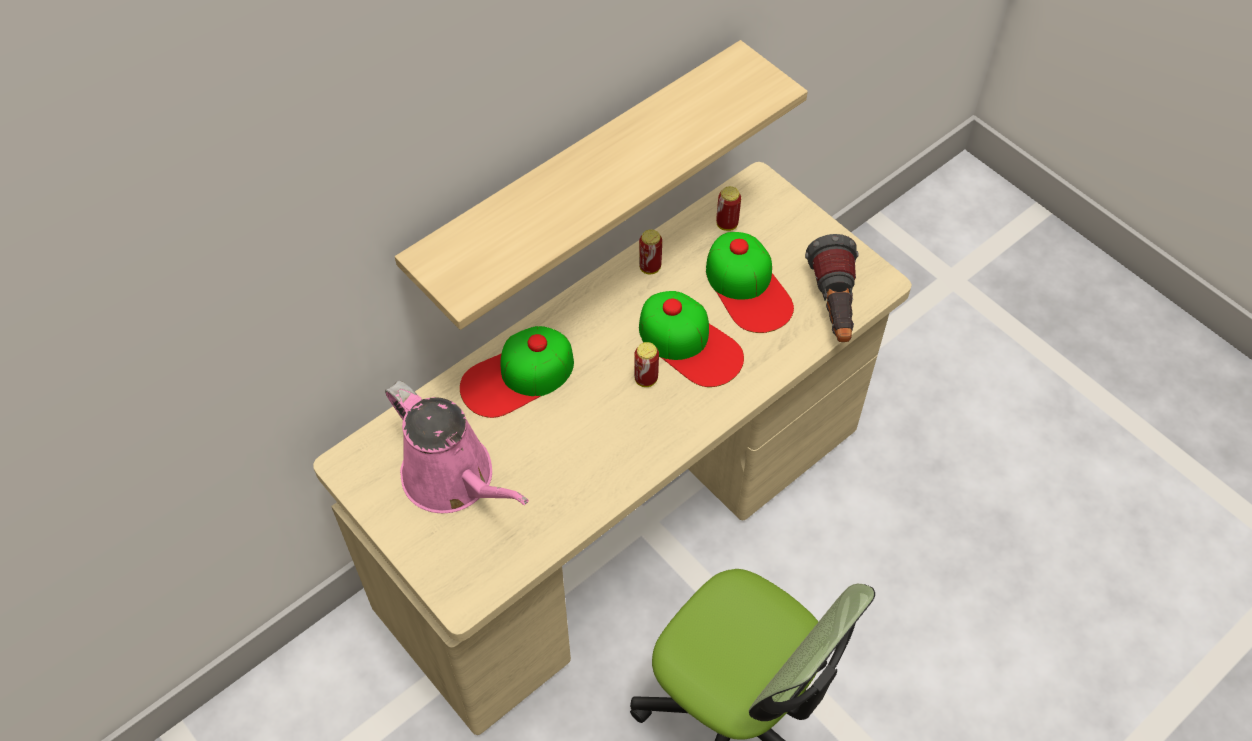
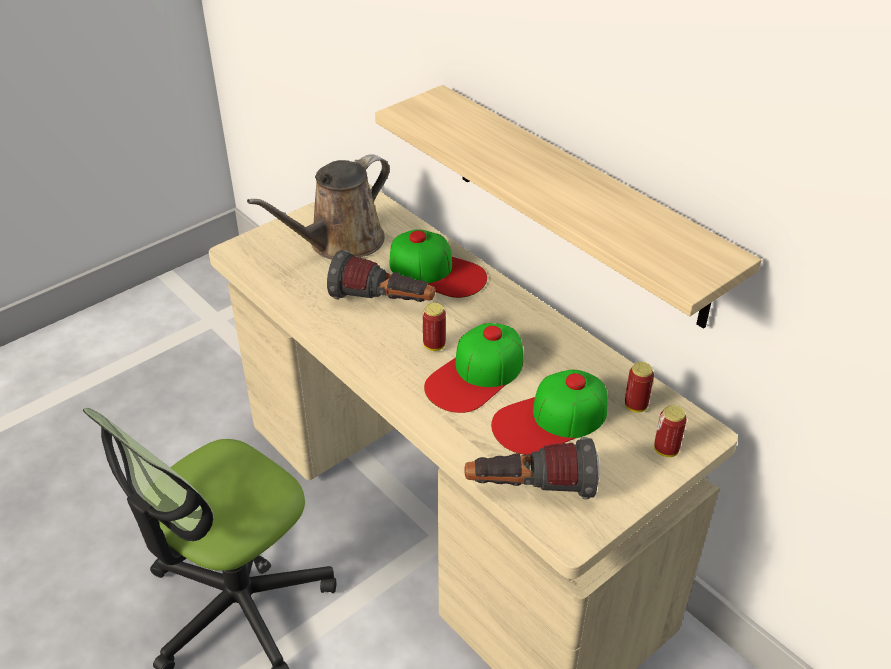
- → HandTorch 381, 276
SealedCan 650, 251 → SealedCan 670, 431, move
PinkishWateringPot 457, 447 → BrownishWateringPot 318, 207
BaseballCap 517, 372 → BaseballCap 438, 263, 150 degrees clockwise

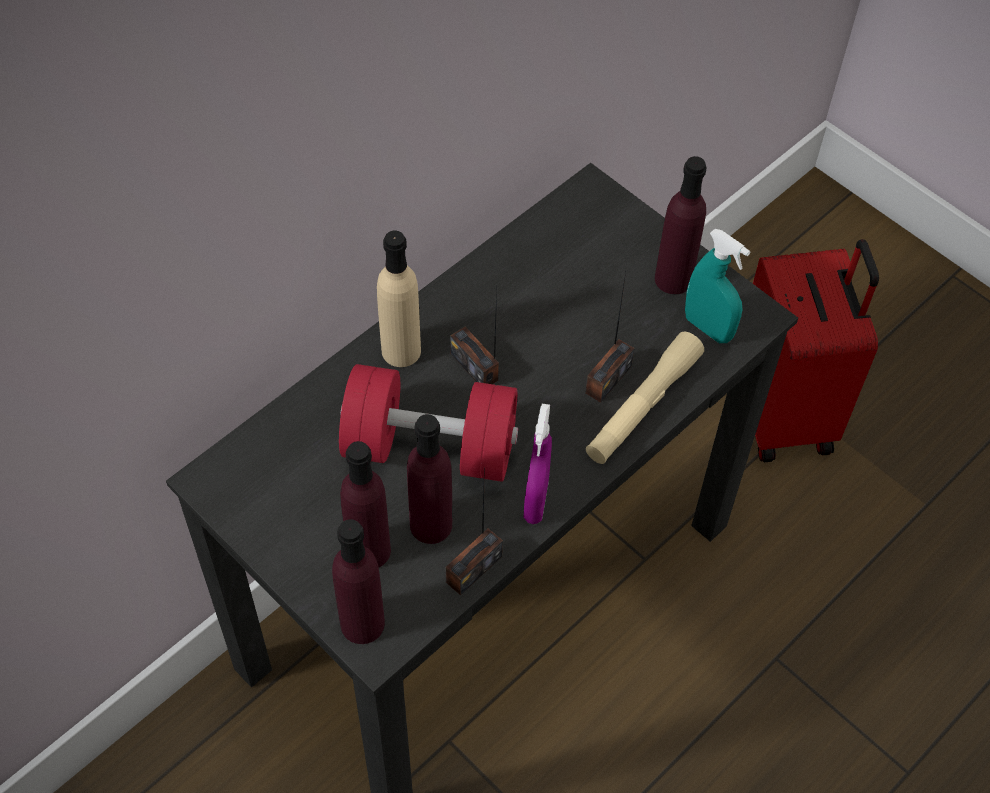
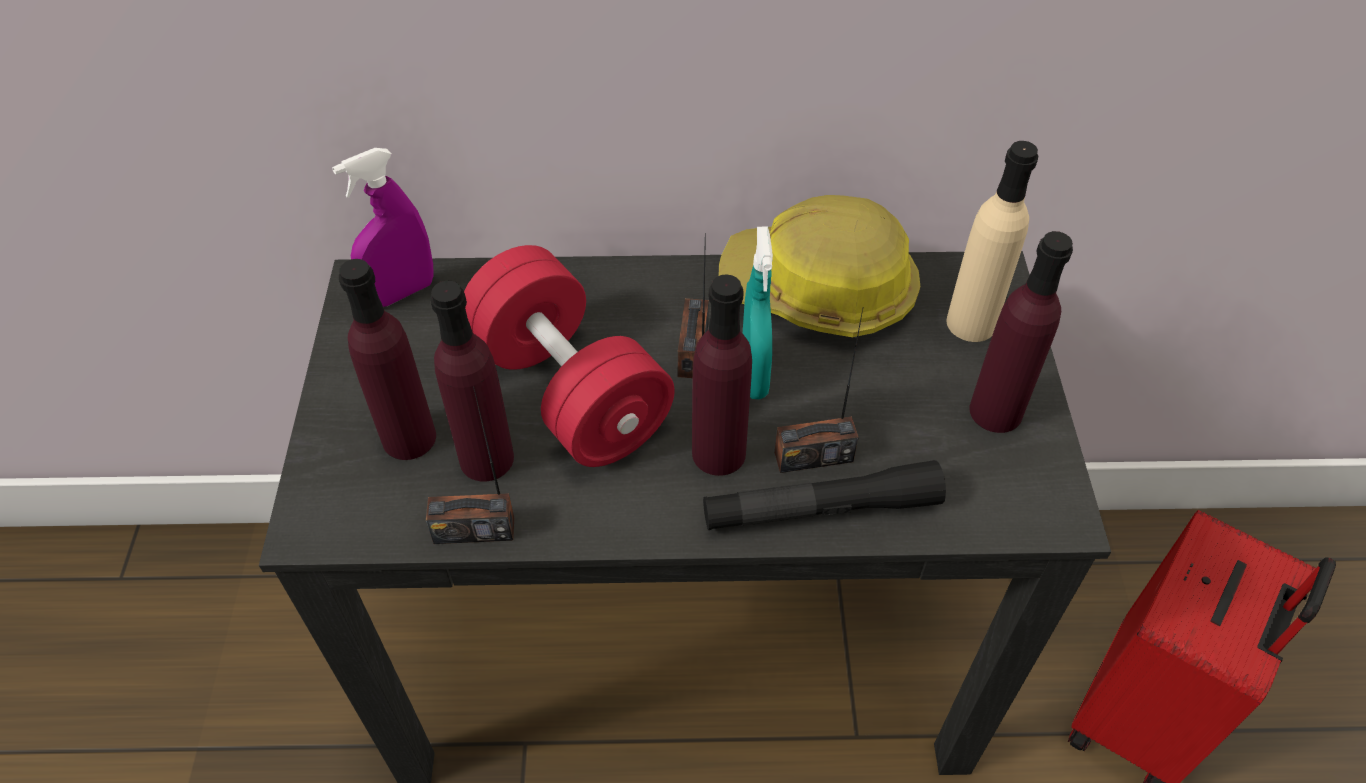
- → WorkHelmet 819, 266
PurpleDrinkBottle 358, 581 → PurpleDrinkBottle 722, 375, move
BeigeDrinkBottle 399, 299 → BeigeDrinkBottle 992, 241, move
PurpleHandSprayer 537, 464 → PurpleHandSprayer 383, 227, move
BlueGreenHandSprayer 718, 286 → BlueGreenHandSprayer 758, 312, move
BeigeHandTorch 645, 398 → BlackishHandTorch 824, 495

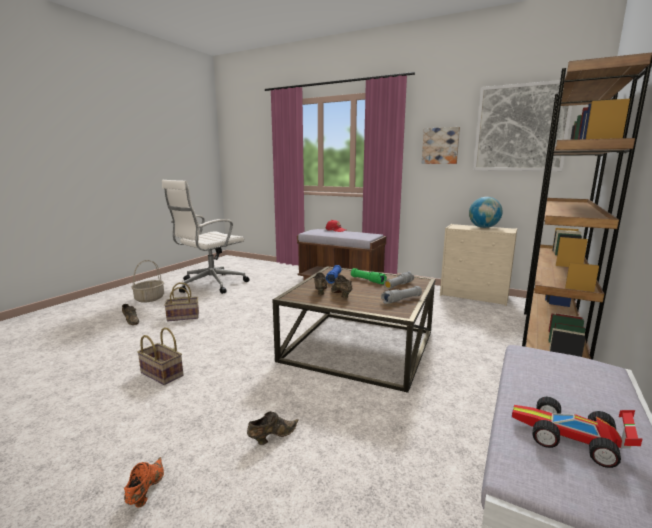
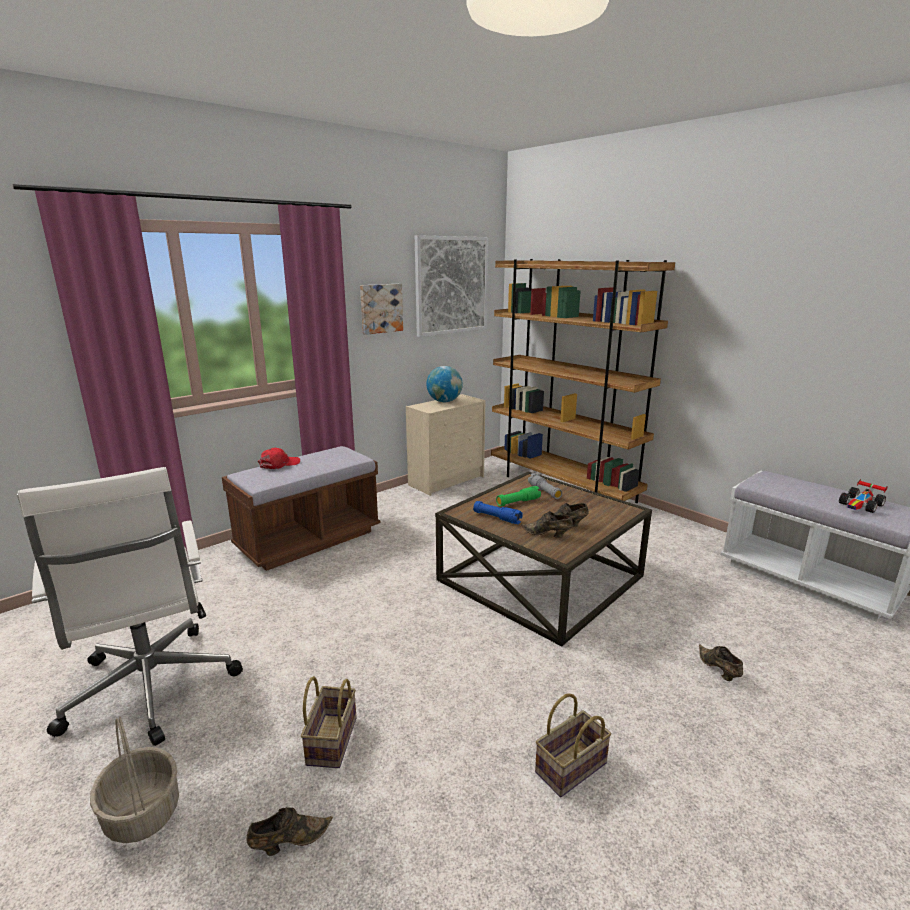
OrangeColouredShoe 144, 482 → -
GreyHandTorch 401, 295 → -

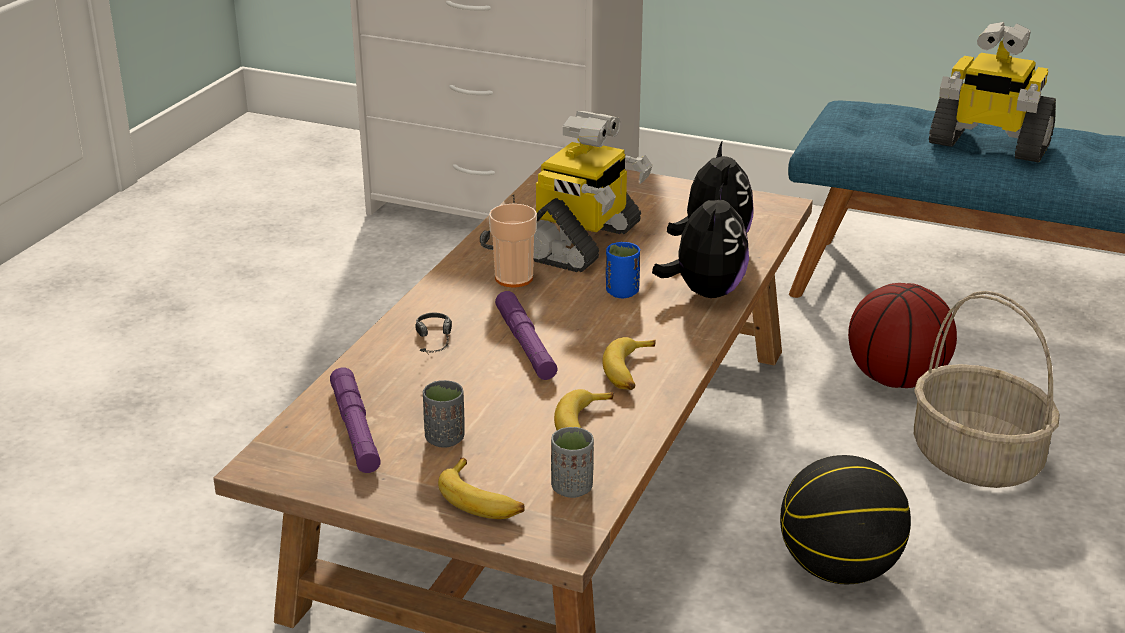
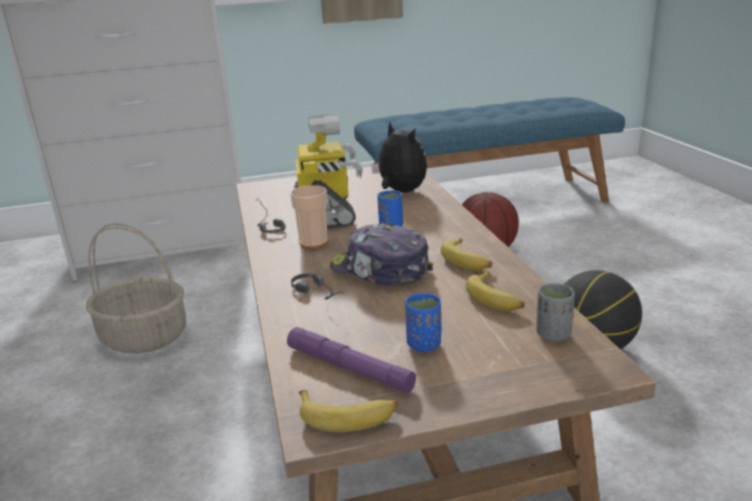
CuddlyToy 700, 240 → -
ToyRobot 992, 92 → -
BananaFruit 481, 488 → BananaFruit 348, 411, move
StorageBasket 987, 389 → StorageBasket 136, 288, move
PurpleHandTorch 526, 335 → BaseballCap 381, 254
GreyCup 443, 414 → BluishCup 423, 322

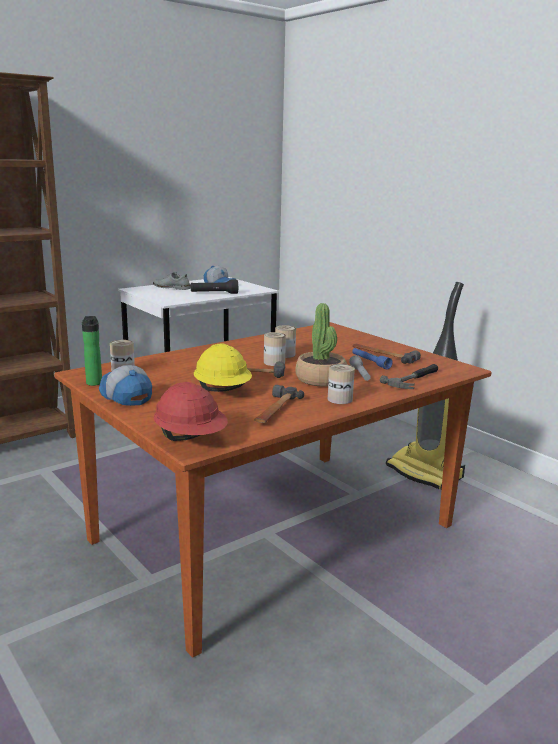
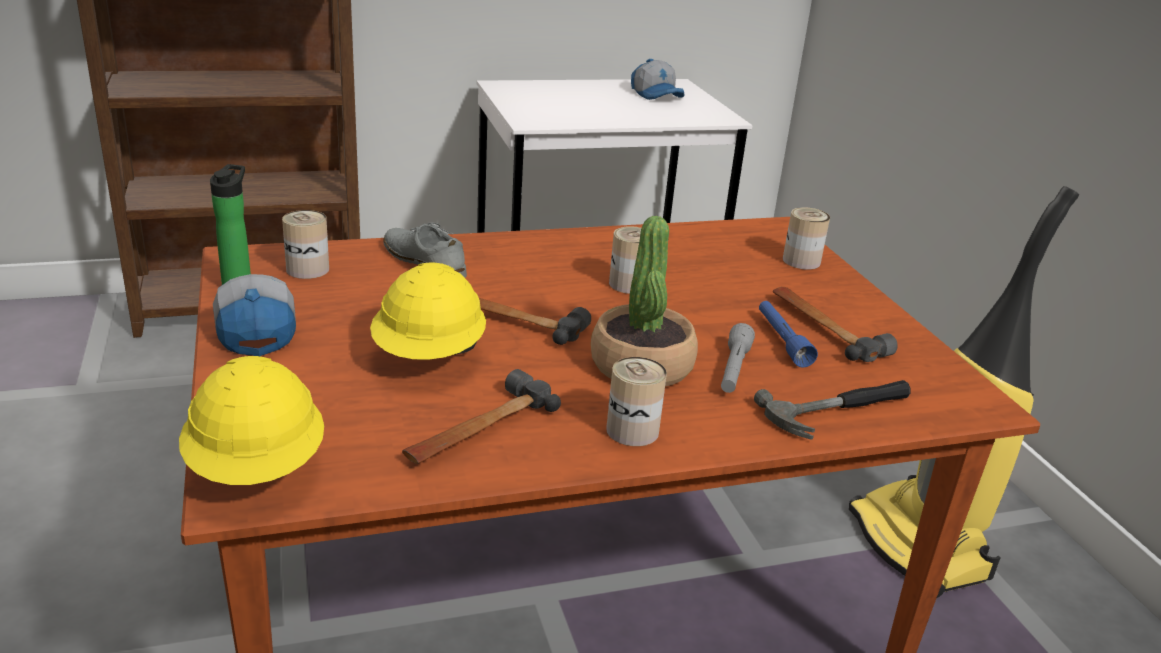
BlackishHandTorch 214, 287 → -
GreyShoe 172, 281 → GreyShoe 425, 250, move
SealedCan 275, 349 → SealedCan 806, 238, move
ReddishWorkHelmet 191, 411 → YellowWorkHelmet 251, 420

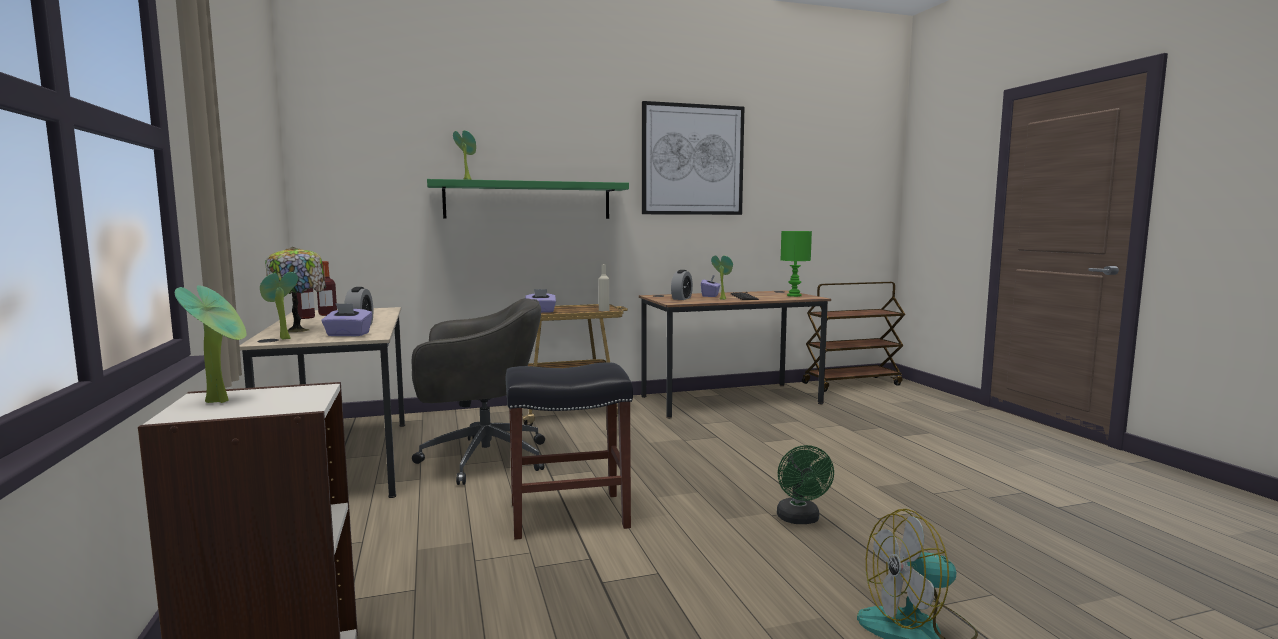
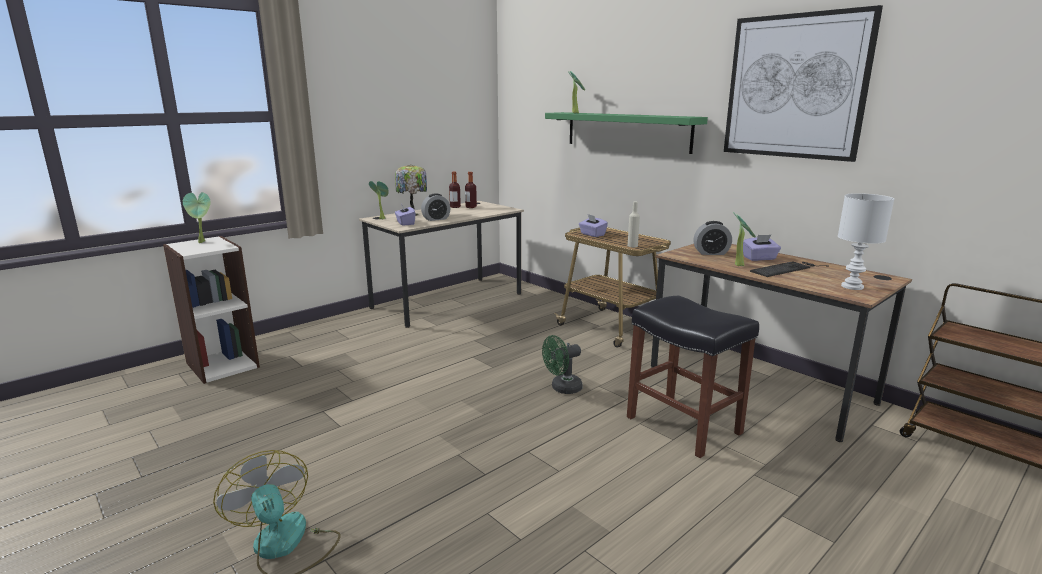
GreyComputerChair 478, 391 → -
BlackishStool 569, 451 → BlackishStool 693, 377, move
GreenColouredElectricFan 805, 484 → GreenColouredElectricFan 562, 364, move
GreenColouredTableLamp 796, 264 → WhiteColouredTableLamp 866, 241

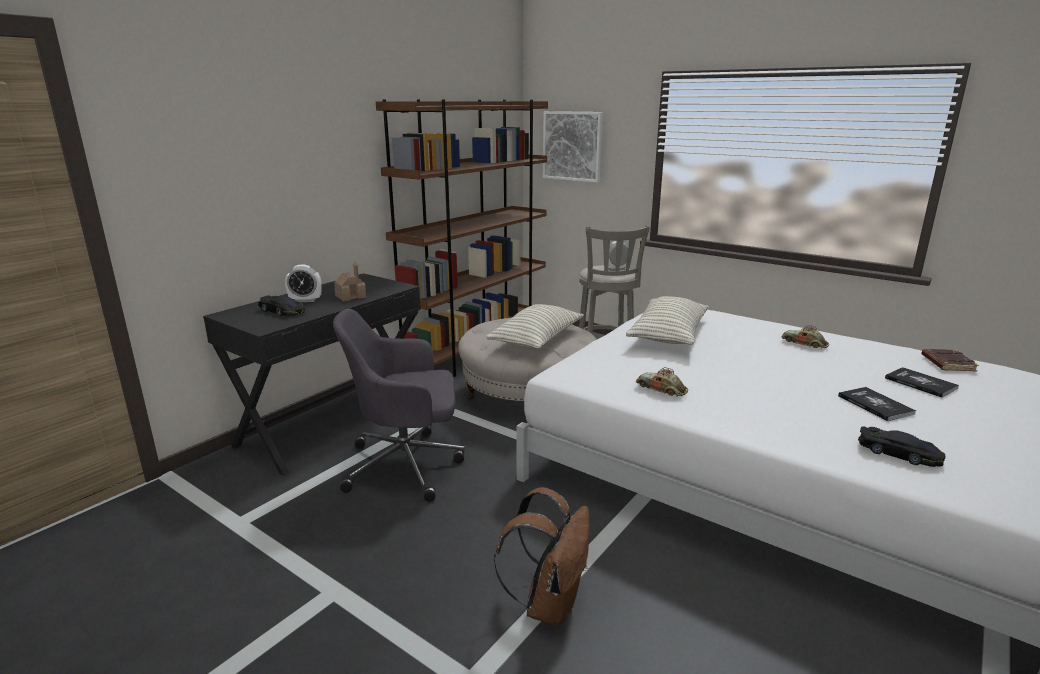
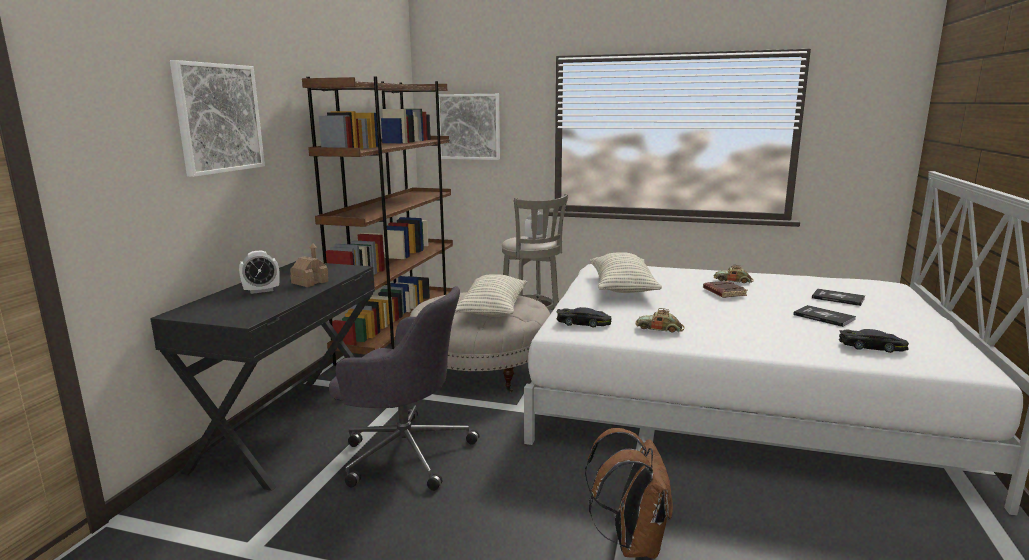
- → WallArt 217, 118
BlackishModelCar 281, 306 → BlackishModelCar 584, 317, move
BrownishBook 950, 360 → BrownishBook 725, 289, move
GreyComputerChair 399, 405 → GreyComputerChair 404, 388, 135 degrees counterclockwise

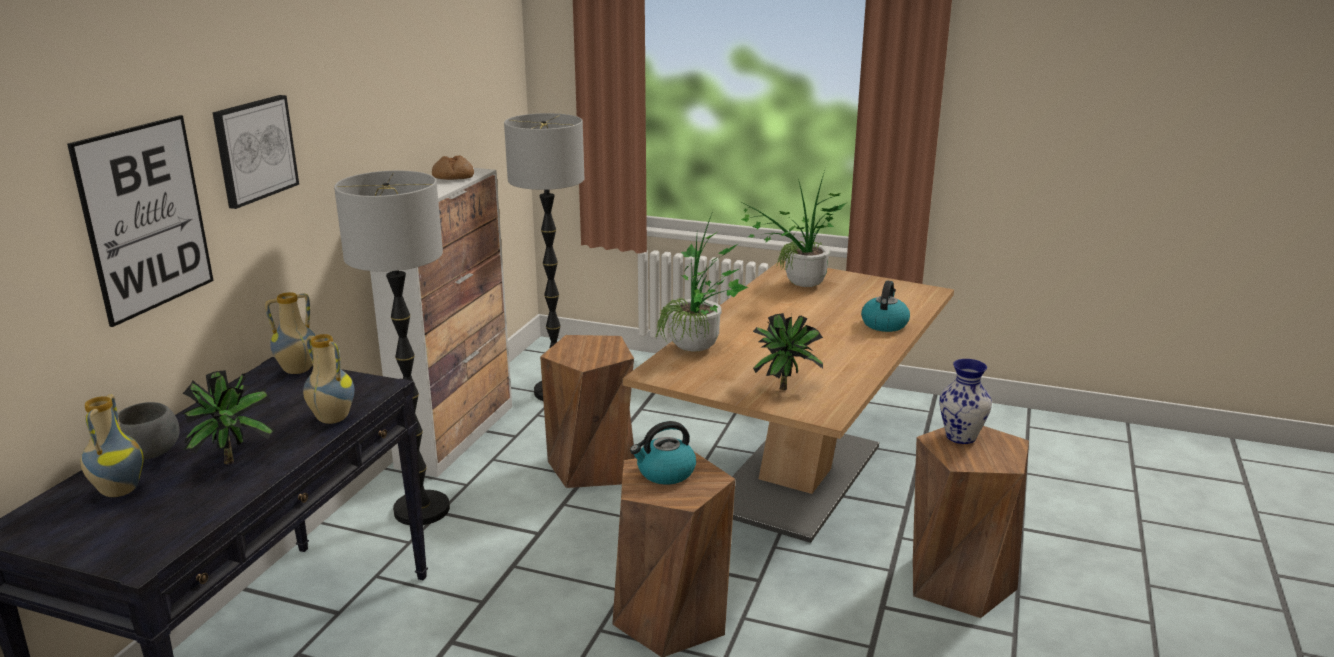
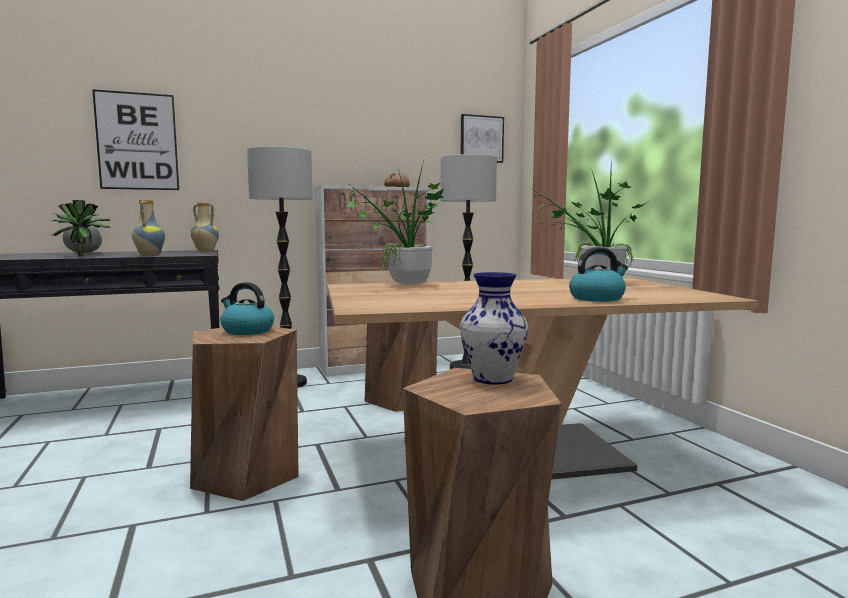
DecorativeVase 112, 445 → -
PottedPlant 788, 351 → -
WallArt 255, 152 → WallArt 482, 138, move

